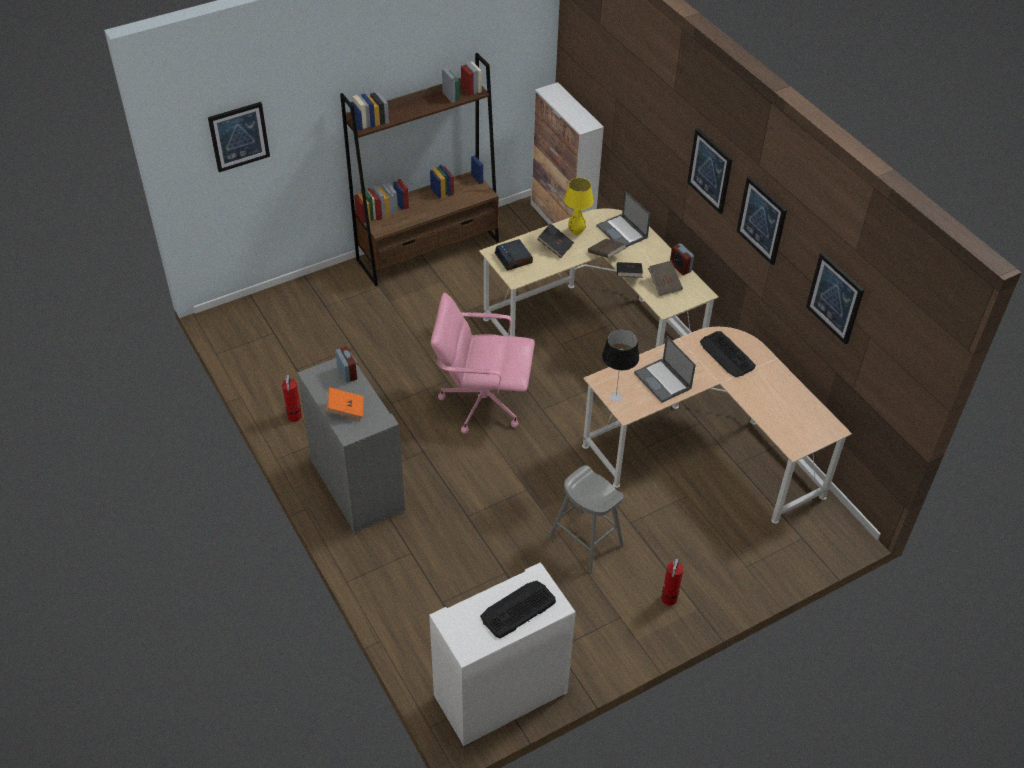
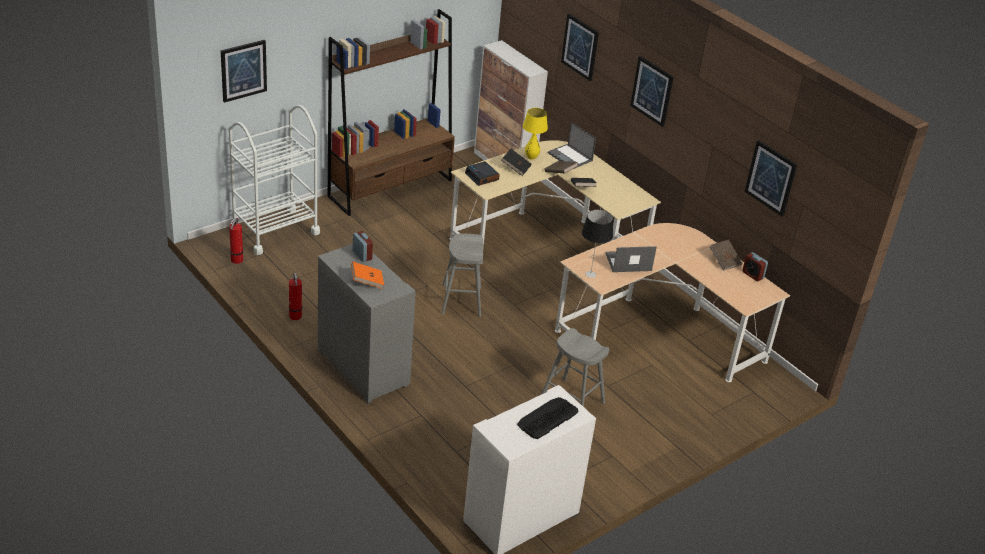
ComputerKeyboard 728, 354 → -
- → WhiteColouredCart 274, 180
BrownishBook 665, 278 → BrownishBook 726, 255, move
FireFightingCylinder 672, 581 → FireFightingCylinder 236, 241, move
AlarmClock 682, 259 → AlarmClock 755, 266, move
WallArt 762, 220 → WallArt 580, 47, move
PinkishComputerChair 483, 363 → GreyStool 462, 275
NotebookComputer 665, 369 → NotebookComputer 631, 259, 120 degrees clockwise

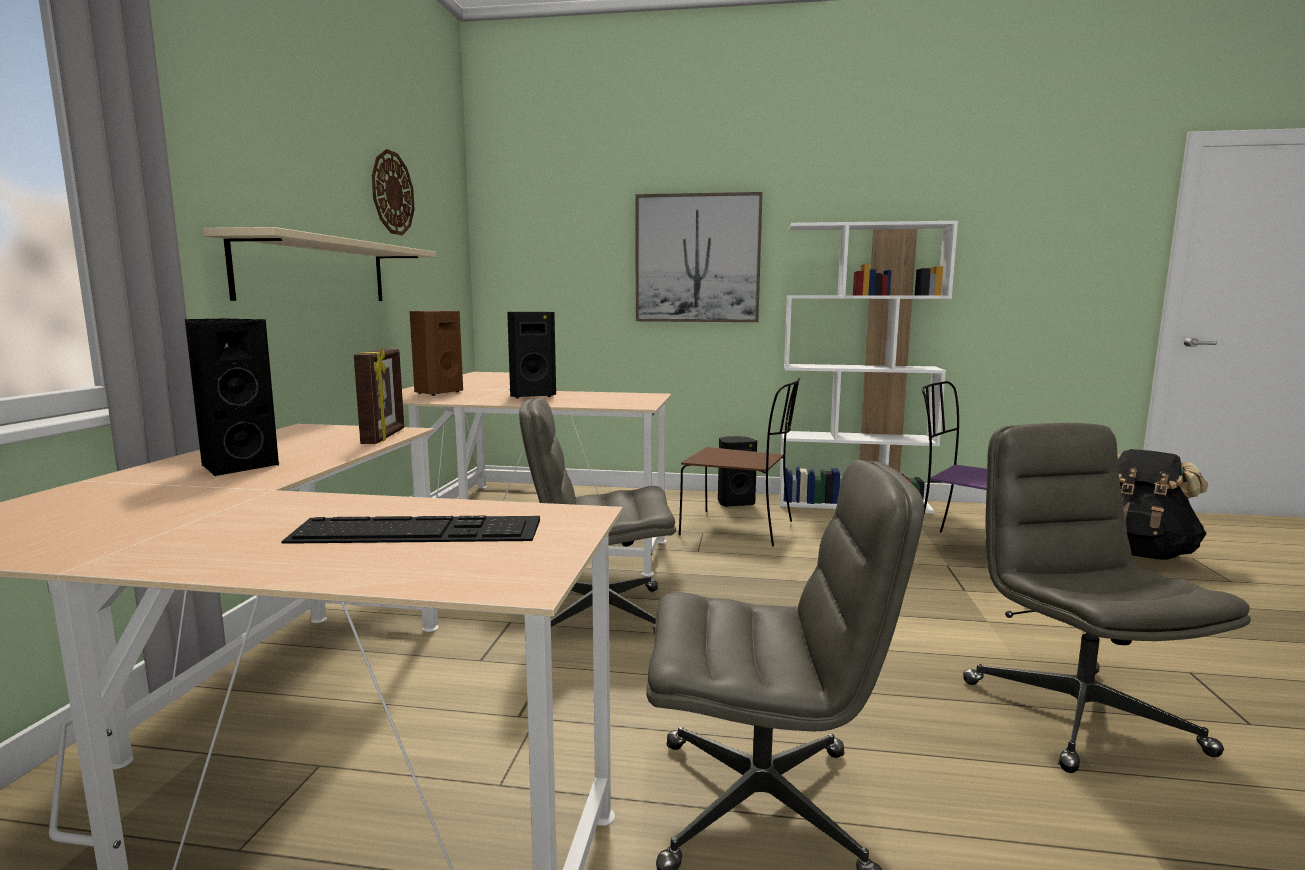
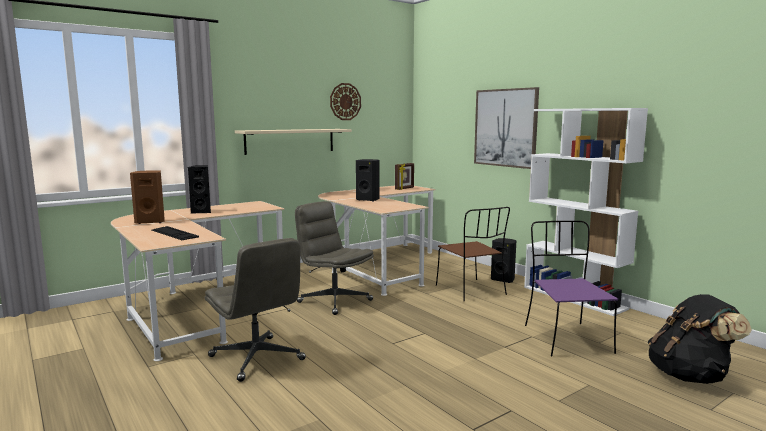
GreyComputerChair 1107, 598 → -
StandingFrame 379, 396 → StandingFrame 404, 176, move
BrownishAudioSpeaker 436, 353 → BrownishAudioSpeaker 147, 197, move

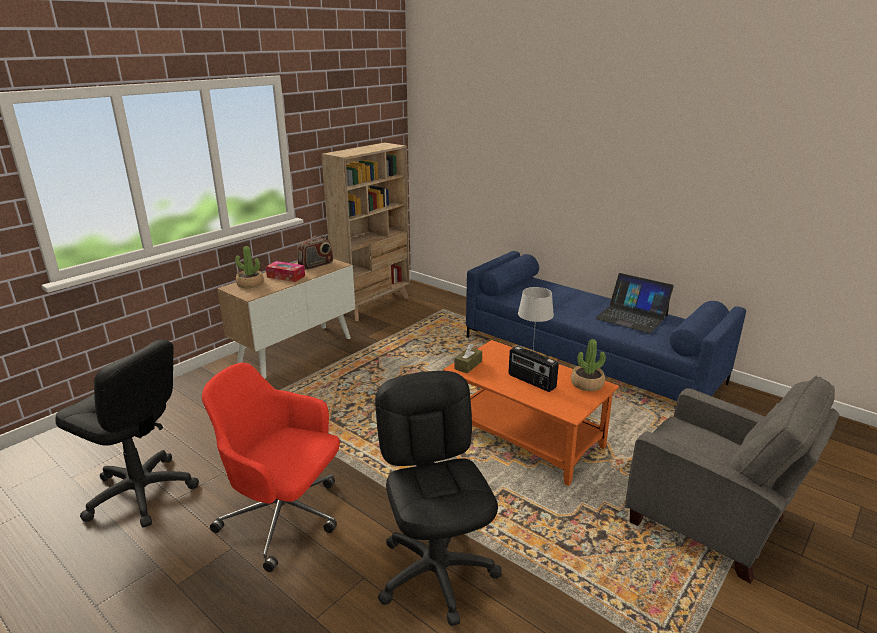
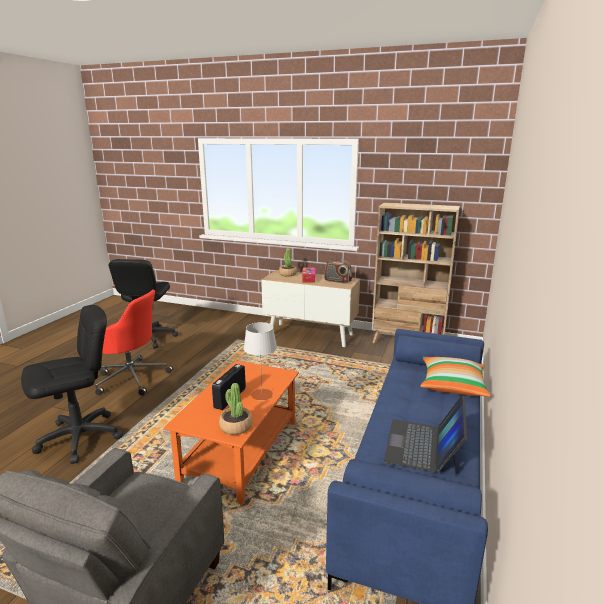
BrownishBoxOfTissues 468, 358 → -
- → Cushion 455, 377
ReddishComputerChair 271, 467 → ReddishComputerChair 134, 343, 105 degrees clockwise

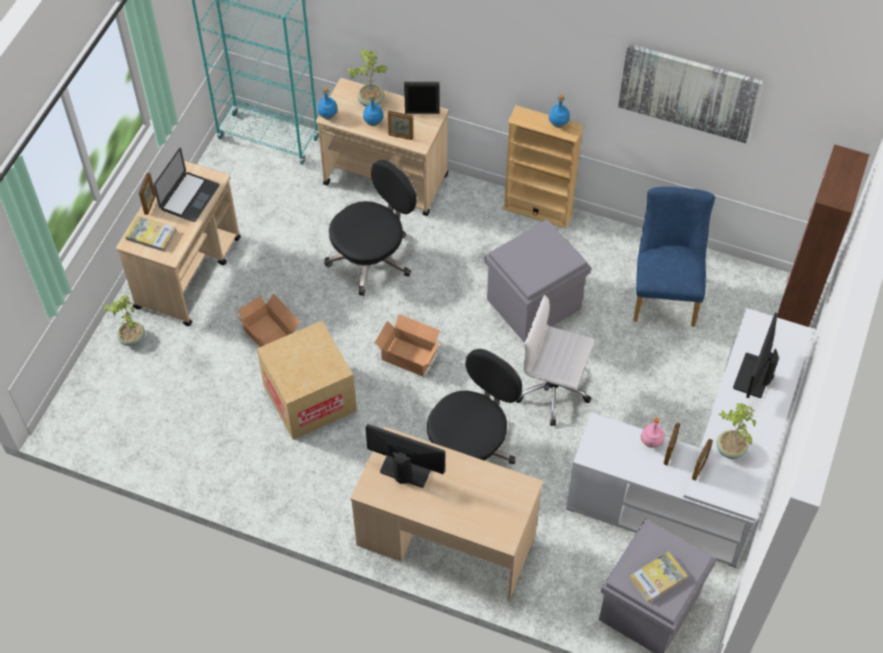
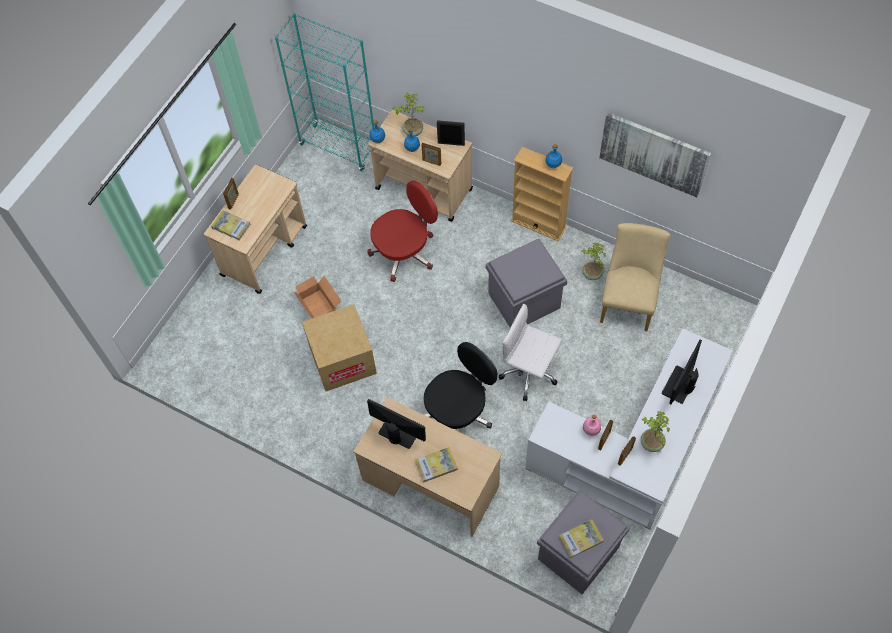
NotebookComputer 187, 185 → -
Carton 407, 345 → -
BrownishStorageCabinet 823, 235 → -
- → Book 436, 464
PottedPlant 124, 321 → PottedPlant 594, 261, move
BlackishComputerChair 370, 228 → ReddishComputerChair 402, 231
BluishUprightChair 674, 257 → BeigeUprightChair 635, 277

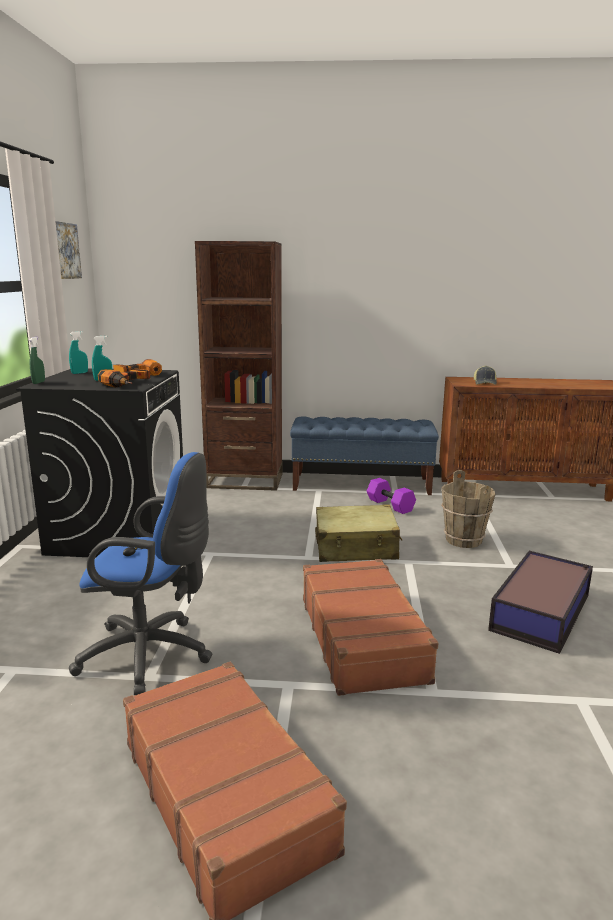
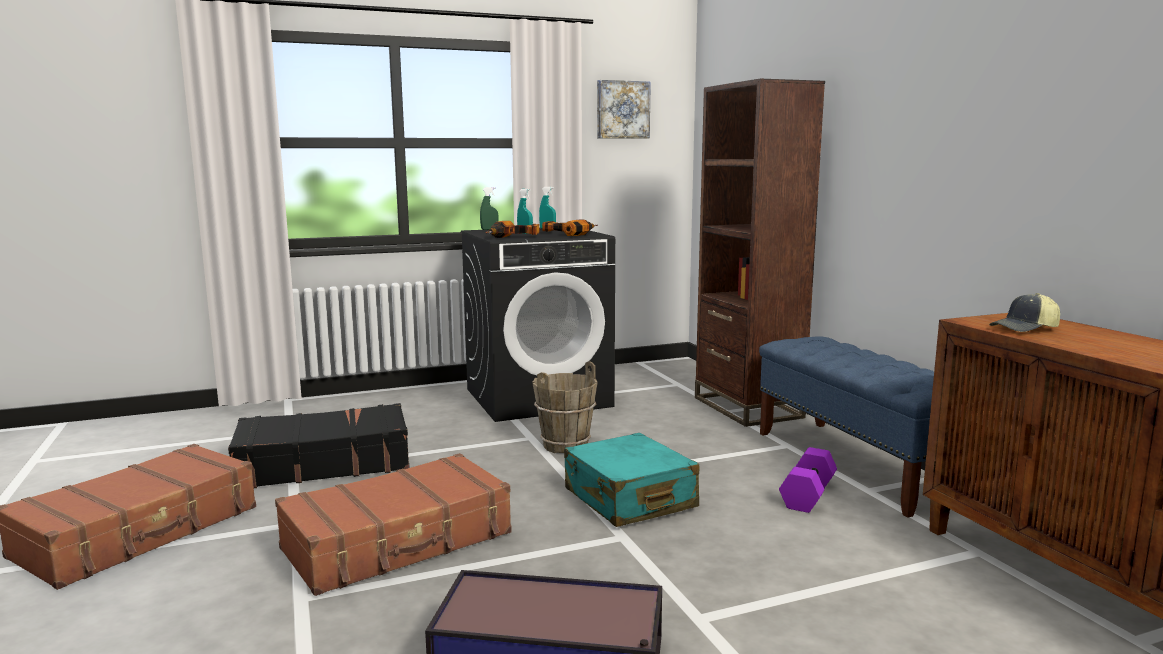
BrownishBucket 468, 509 → BrownishBucket 565, 407, move
BluishComputerChair 140, 573 → BlackishPieceOfLuggage 319, 445
BeigePieceOfLuggage 358, 533 → BlueGreenPieceOfLuggage 631, 480

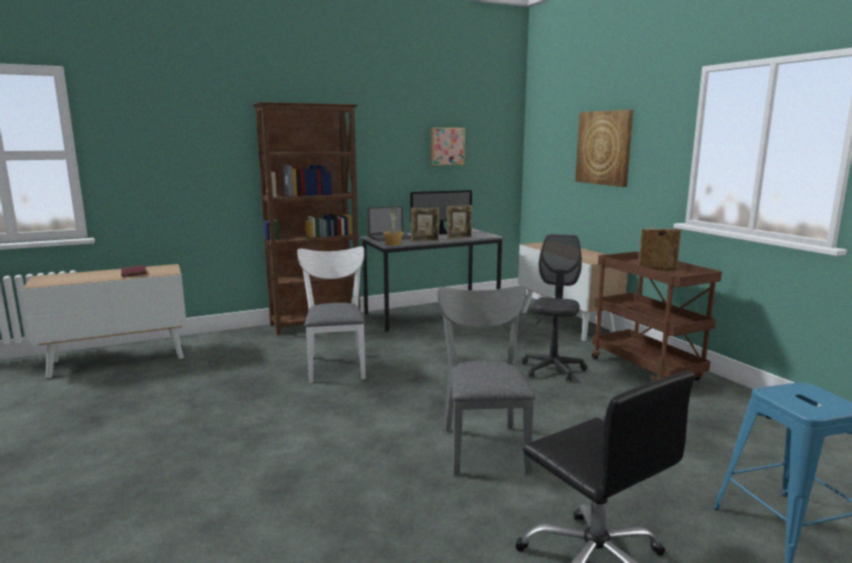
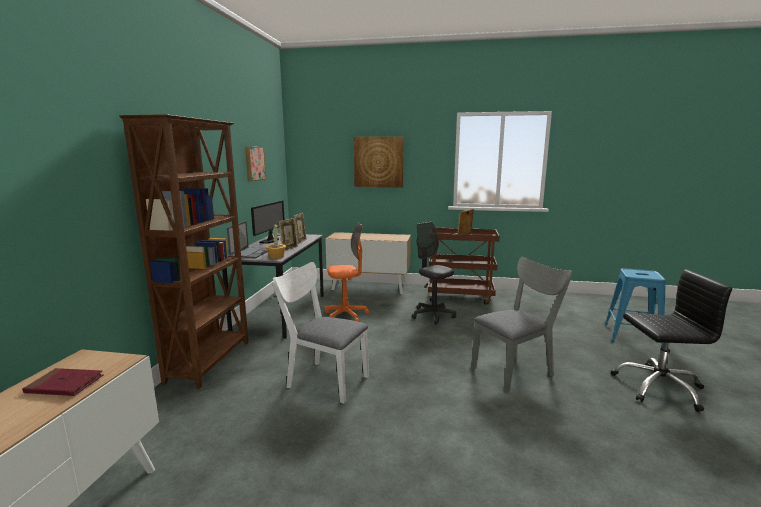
- → OrangeColouredComputerChair 347, 272
GreyUprightChair 486, 381 → GreyUprightChair 521, 324, 120 degrees clockwise

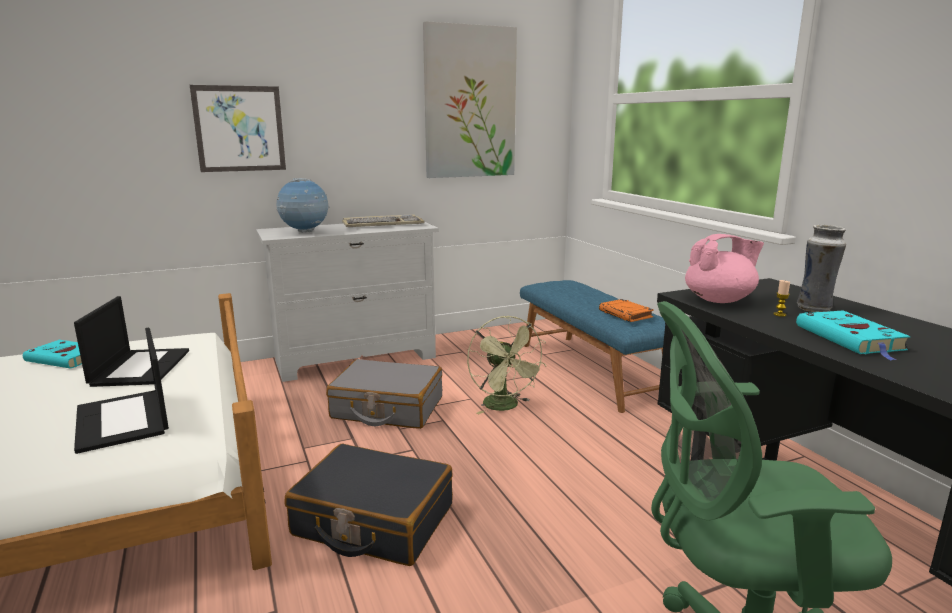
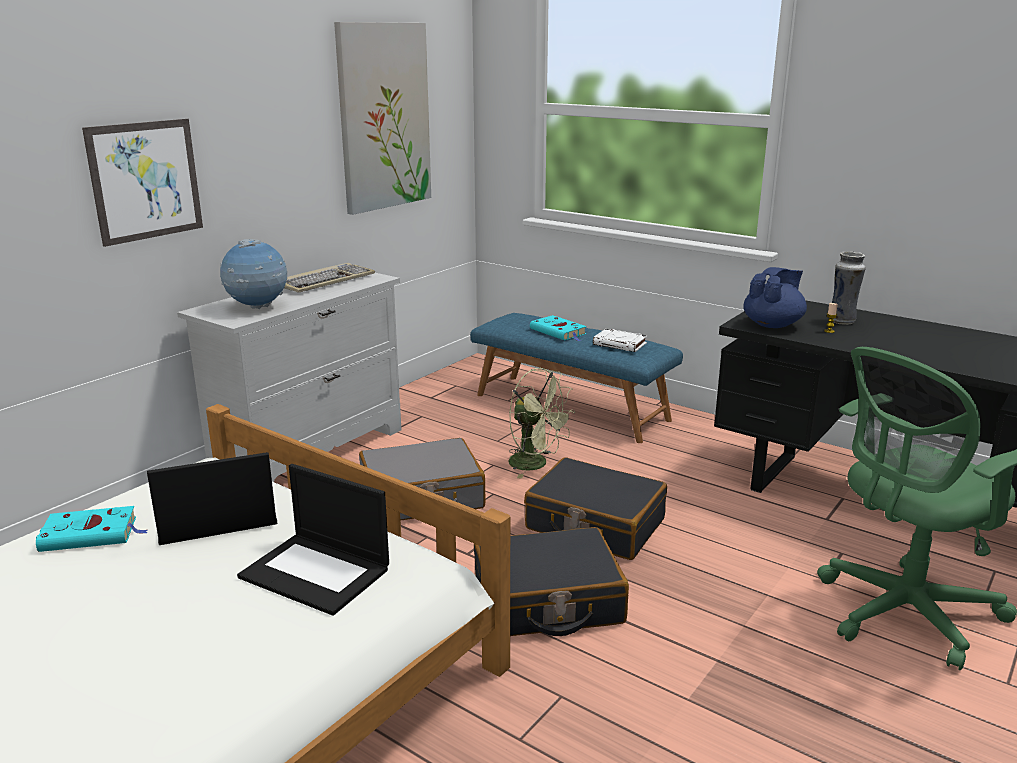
- → BlackishPieceOfLuggage 595, 508
BlueGreenBook 853, 335 → BlueGreenBook 558, 328, move
OrangeColouredBook 626, 310 → WhiteColouredBook 620, 340
PinkishTeaPot 724, 268 → BluishTeaPot 775, 297
NotebookComputer 131, 341 → NotebookComputer 212, 498, 75 degrees counterclockwise

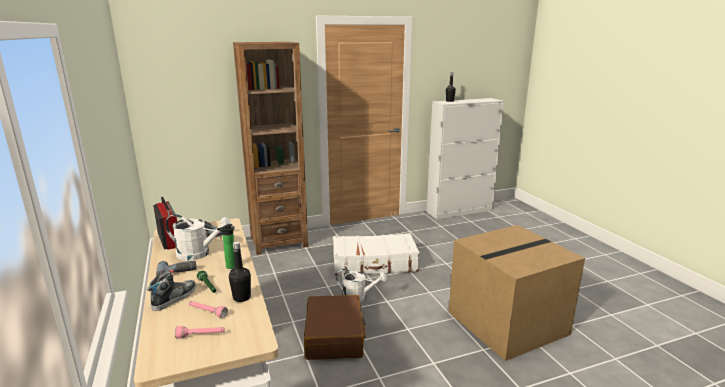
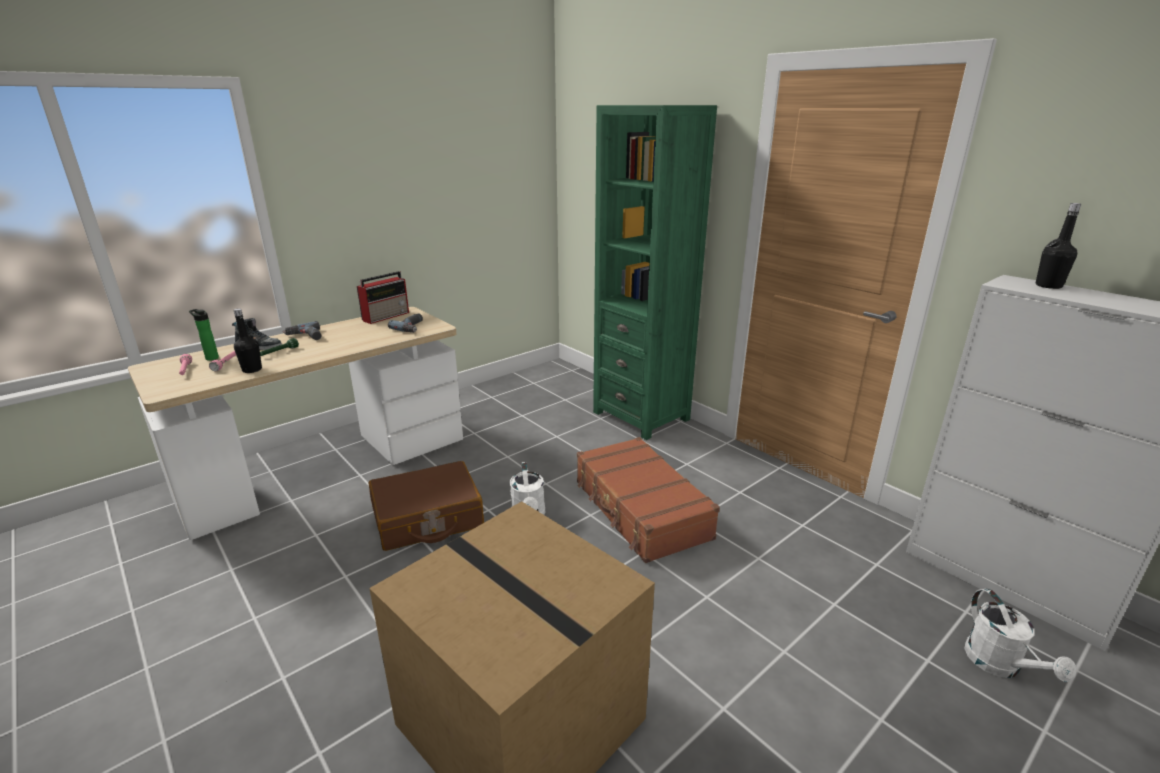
WhiteColouredWateringPot 198, 237 → WhiteColouredWateringPot 1020, 635, move
DrinkBottle 226, 246 → DrinkBottle 204, 335, move
BrownishShelvingUnit 270, 148 → GreenColouredShelvingUnit 655, 272
WhiteColouredPieceOfLuggage 376, 254 → BrownishPieceOfLuggage 648, 500

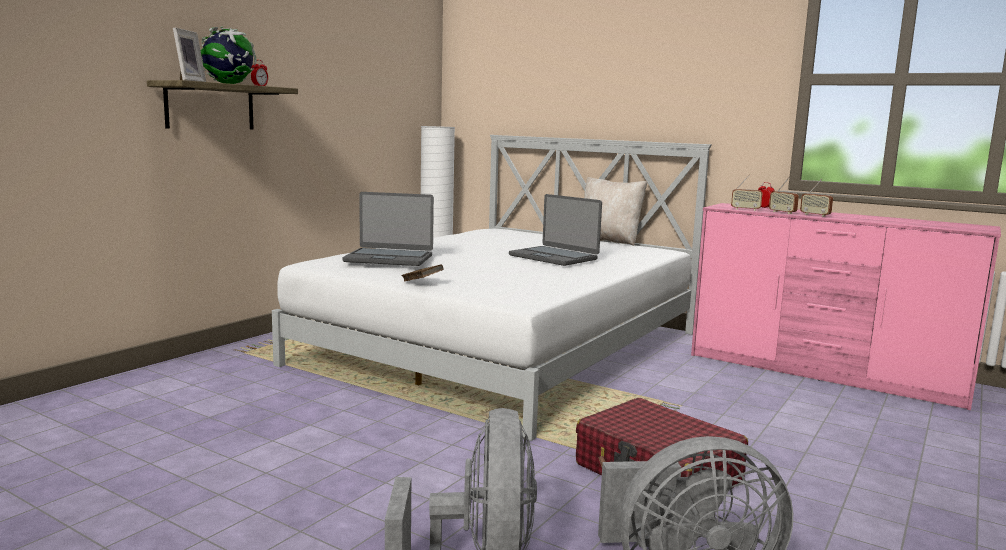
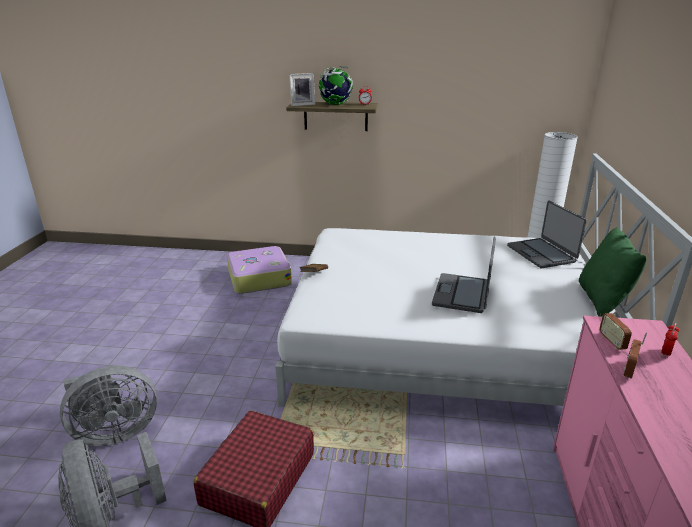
Radio 816, 198 → -
- → PieceOfLuggage 259, 270
NotebookComputer 388, 229 → NotebookComputer 547, 234, move
BeigeCushion 615, 211 → GreenColouredCushion 613, 272

